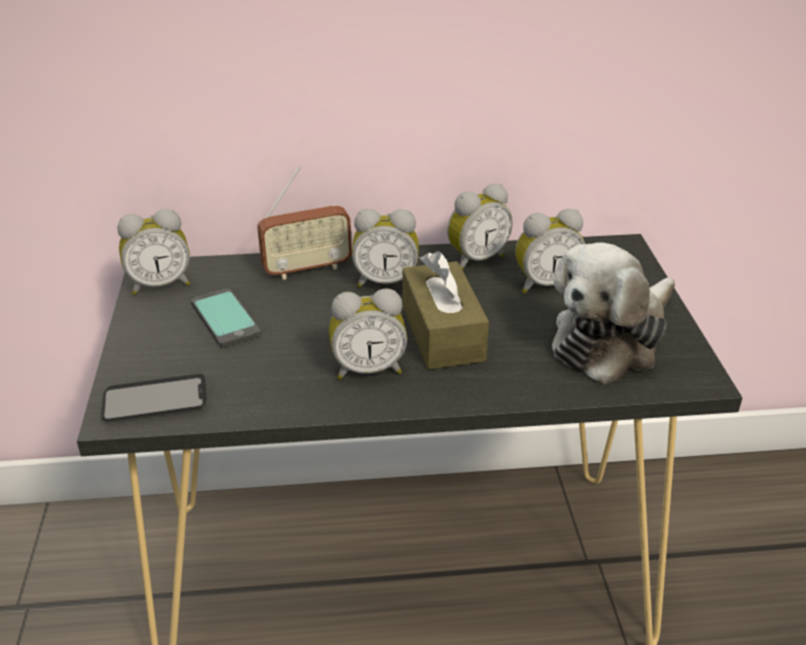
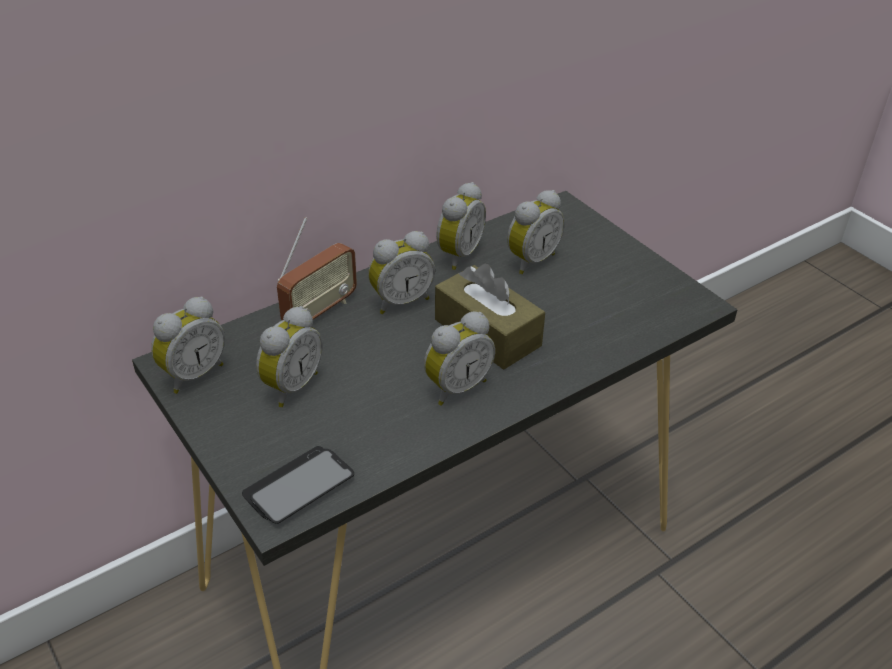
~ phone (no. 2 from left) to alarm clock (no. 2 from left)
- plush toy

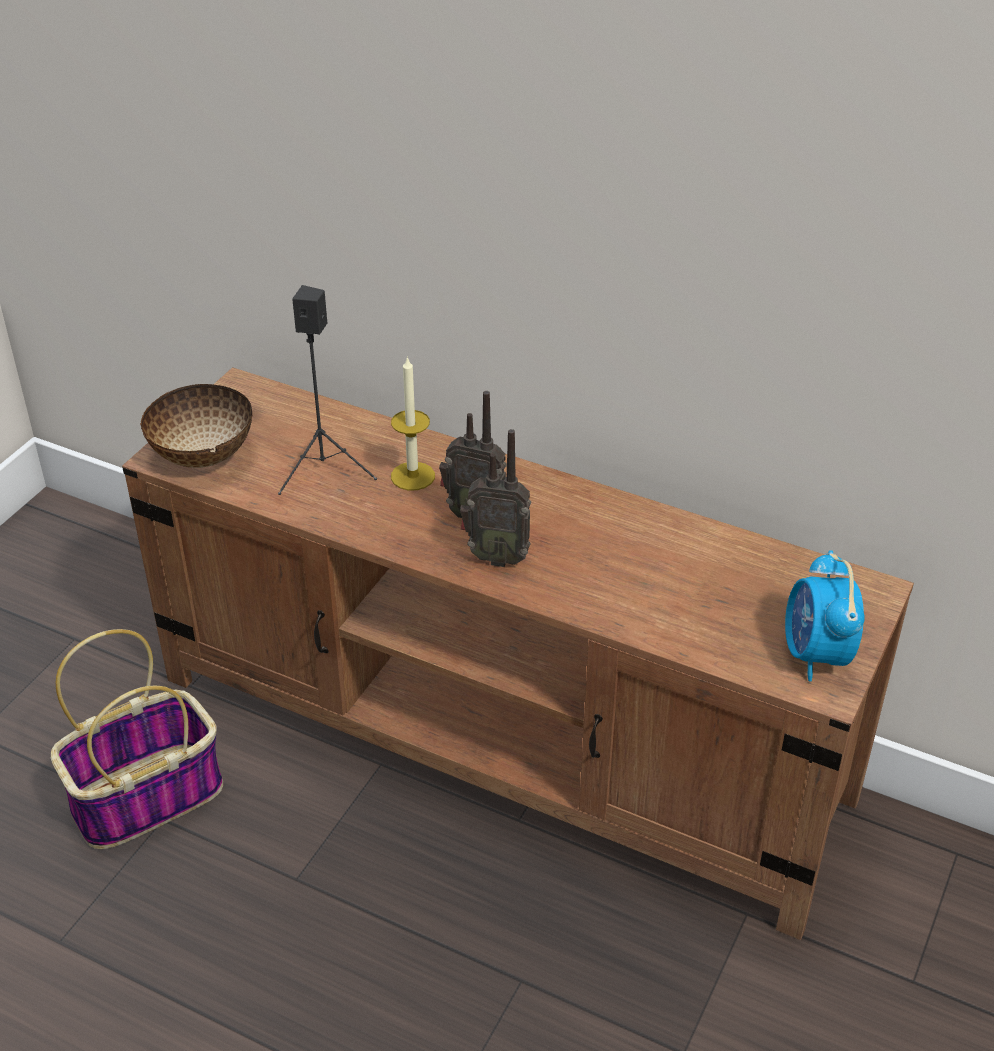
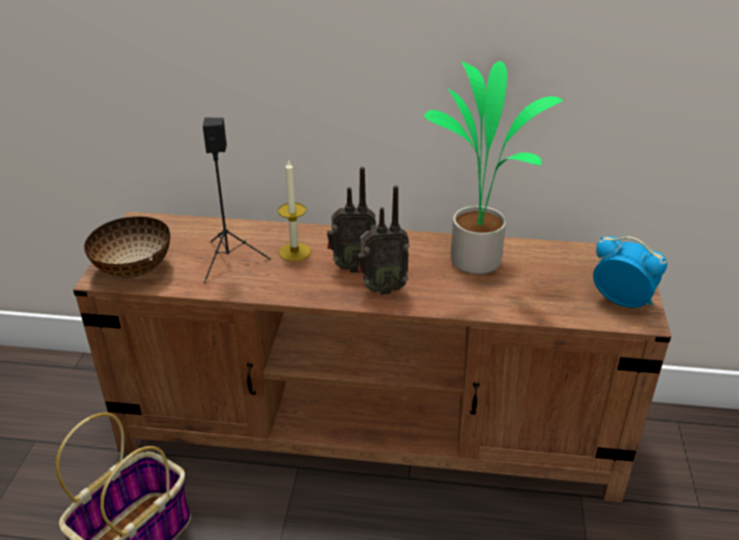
~ alarm clock 150 degrees clockwise
+ potted plant

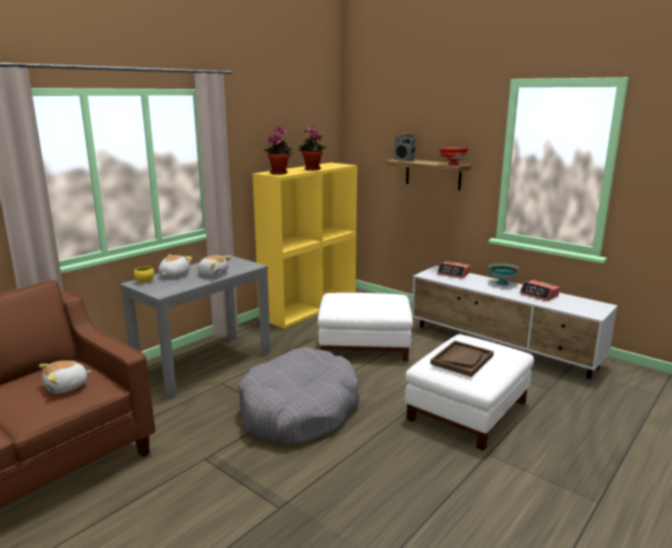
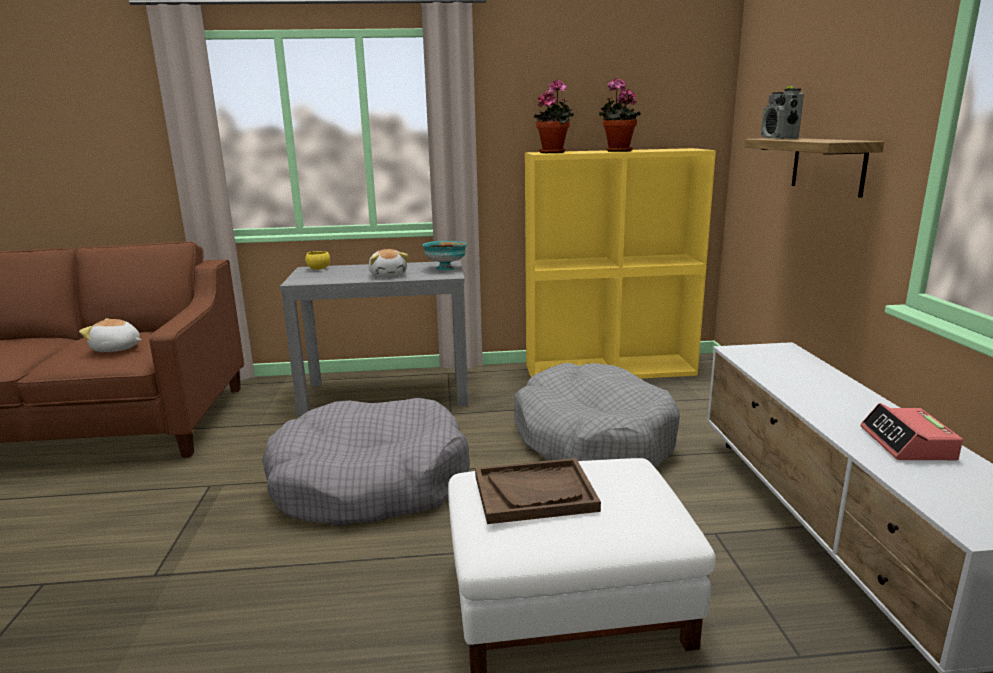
- plush toy (no. 2 from left)
~ ottoman (white) (no. 1 from left) to dog bed (grey) (no. 2 from left)
- alarm clock (no. 1 from left)
- bowl (red)
~ bowl (turquoise)

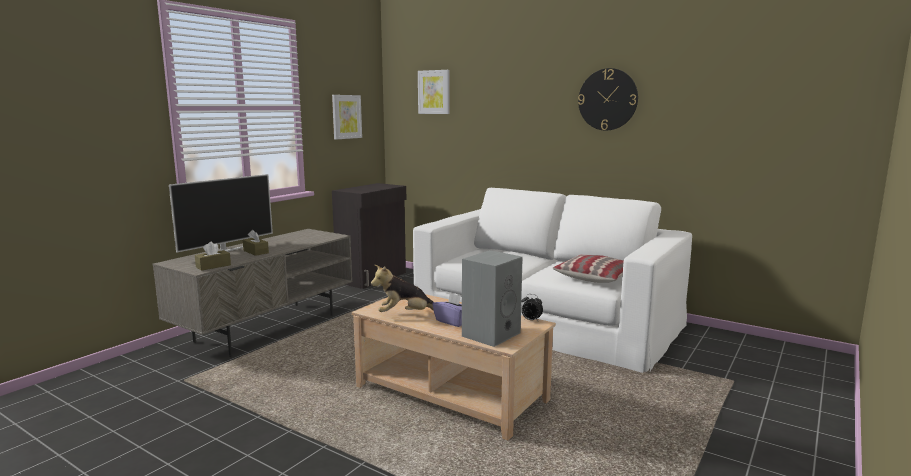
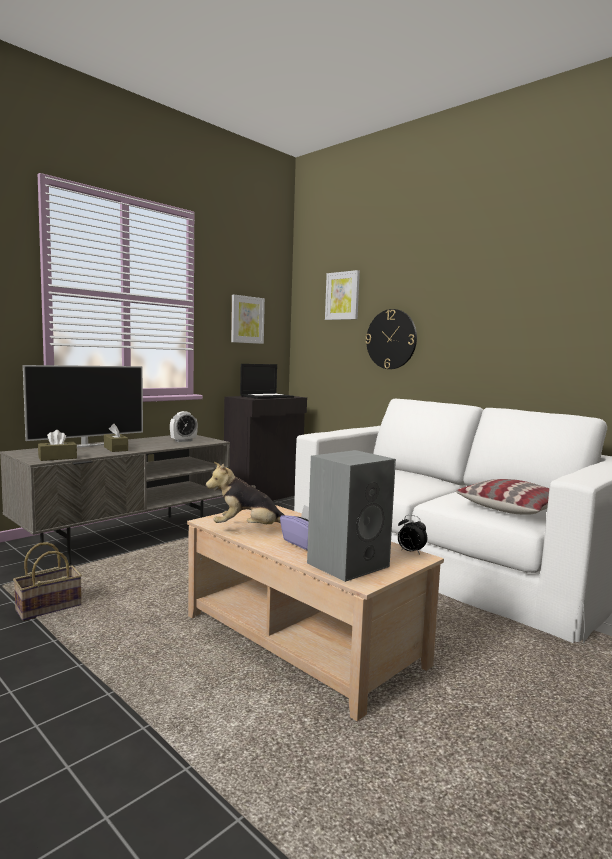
~ wall clock
+ basket
+ alarm clock (no. 1 from left)
+ laptop

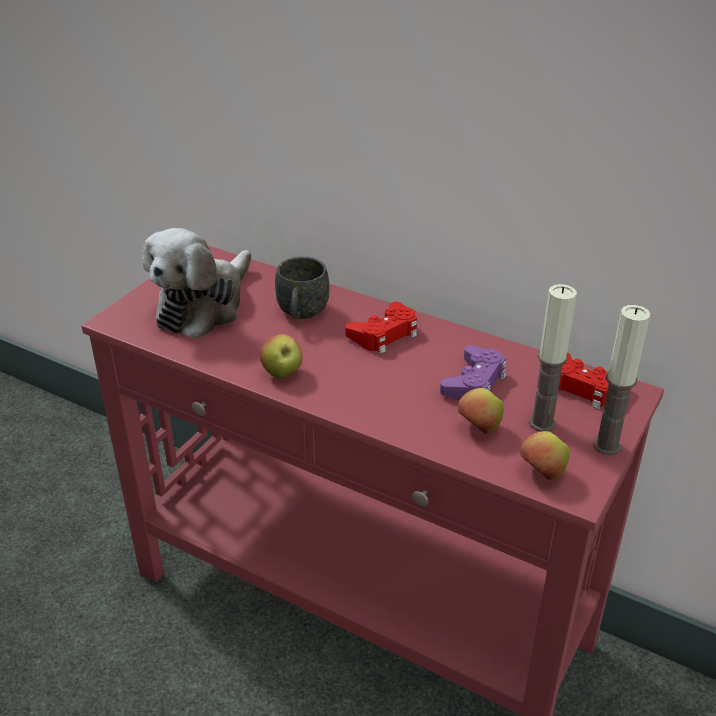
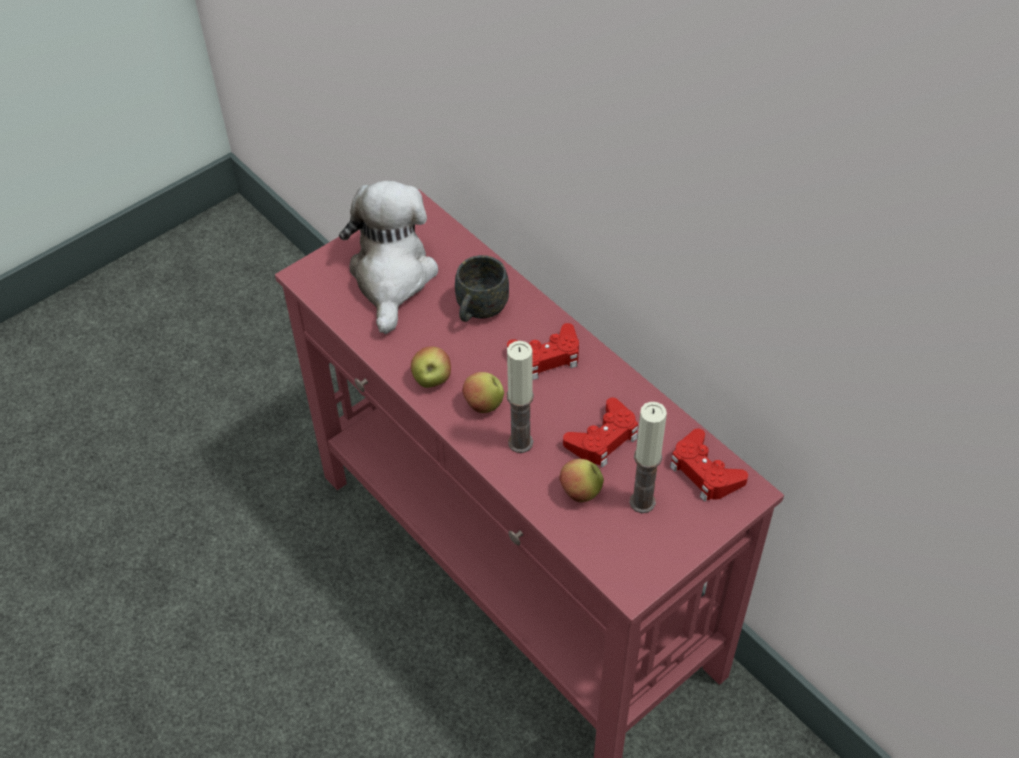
~ plush toy 135 degrees clockwise
~ game controller (purple) to game controller (red) (no. 2 from left)
~ apple (no. 3 from left in the first image) to apple (no. 2 from left)
~ candle (no. 2 from left in the first image) to candle (no. 1 from left)

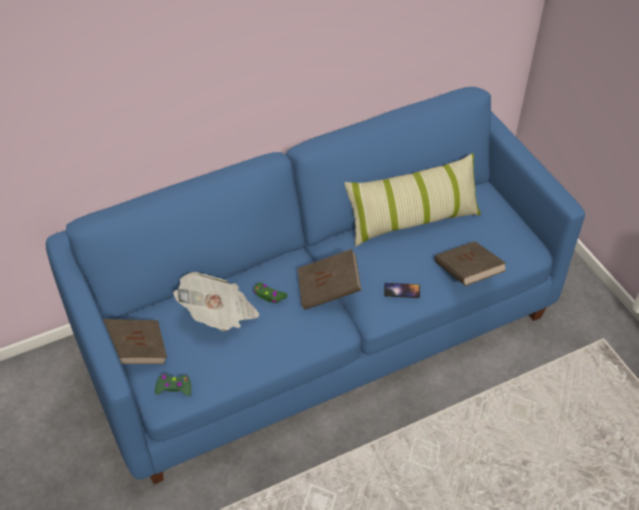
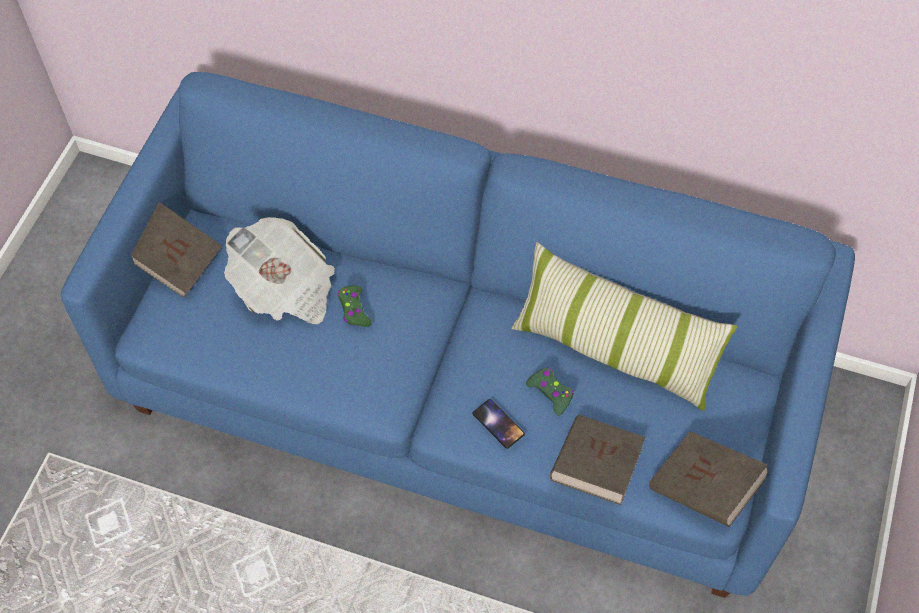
~ game controller (green) (no. 1 from left in the first image) to game controller (green) (no. 2 from left)
~ book (brown) (no. 2 from left in the first image) to book (brown) (no. 3 from left)

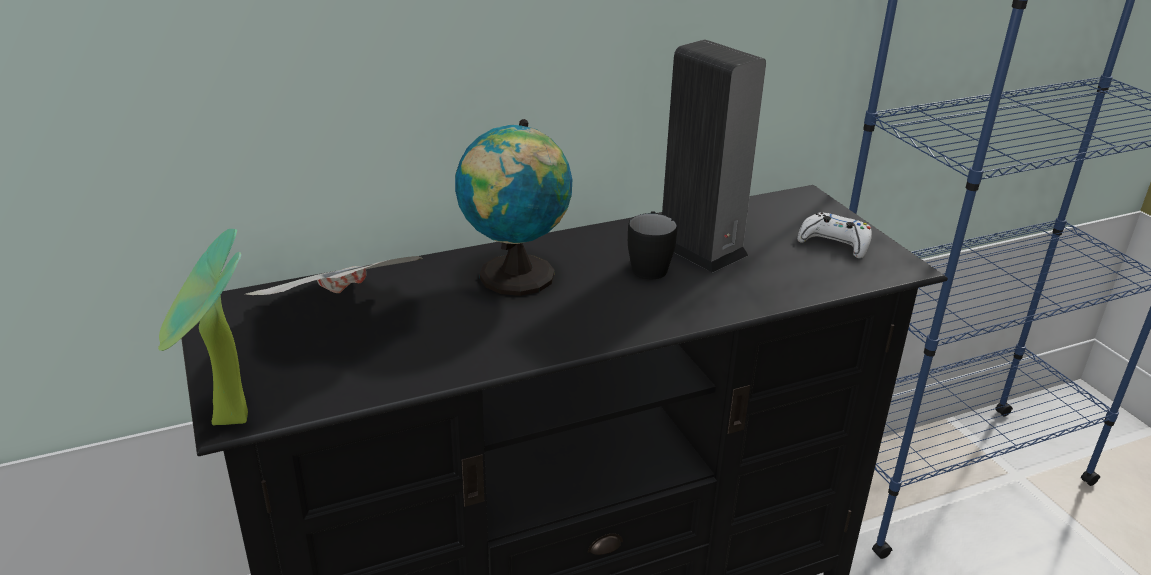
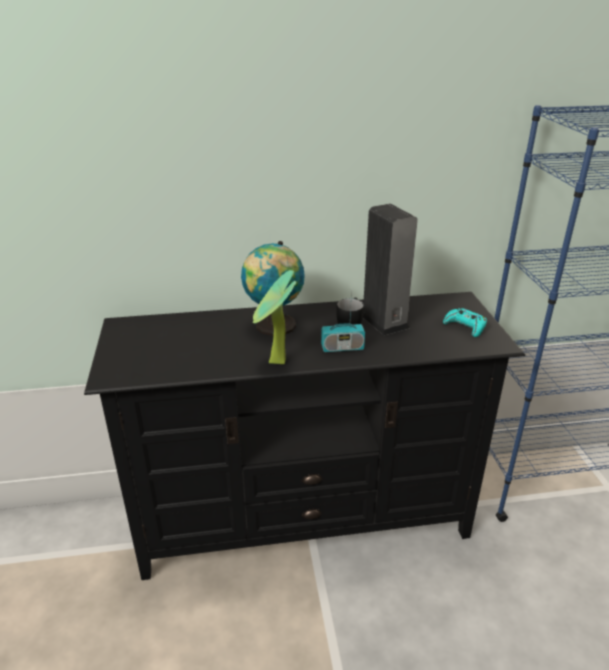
~ potted plant
- newspaper
~ game controller (white) to game controller (turquoise)
+ radio

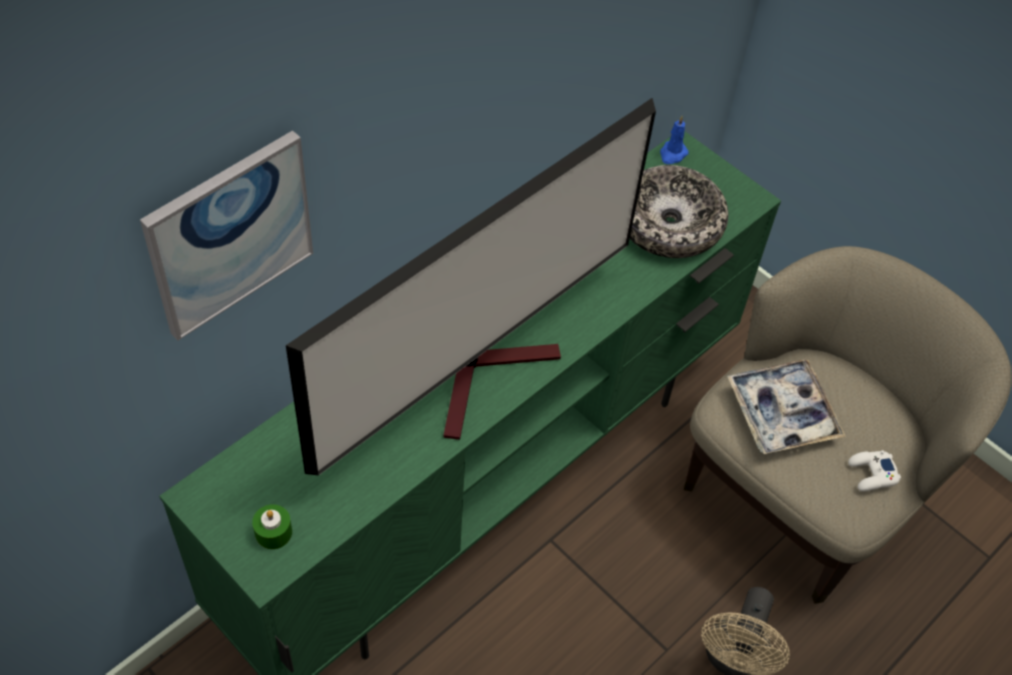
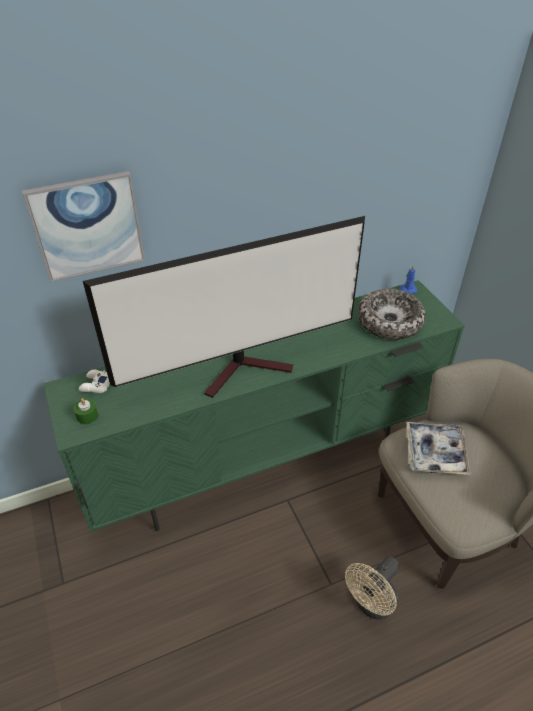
~ game controller (white)

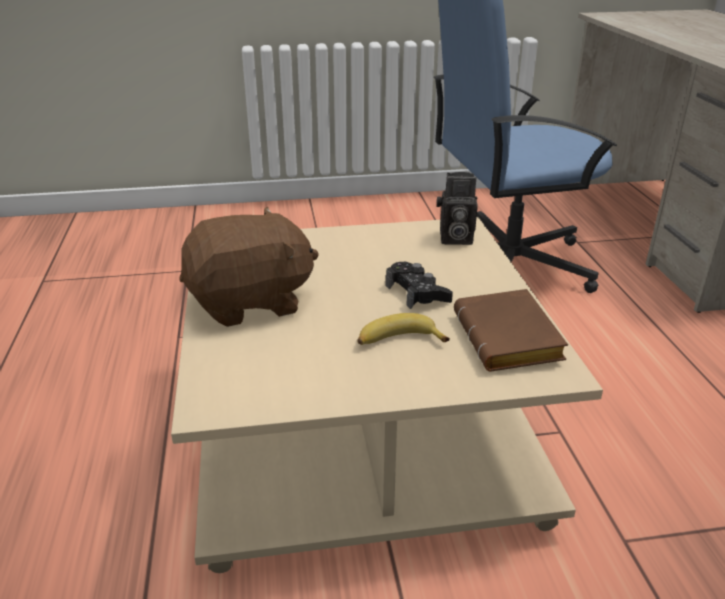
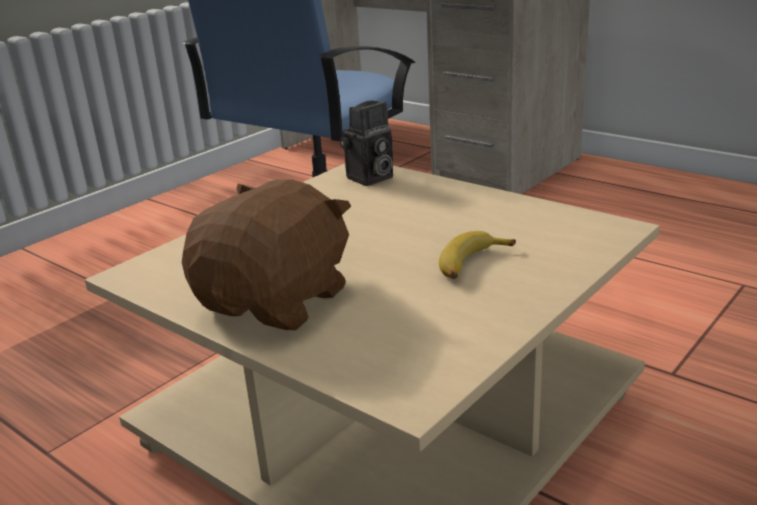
- game controller (black)
- book (brown)

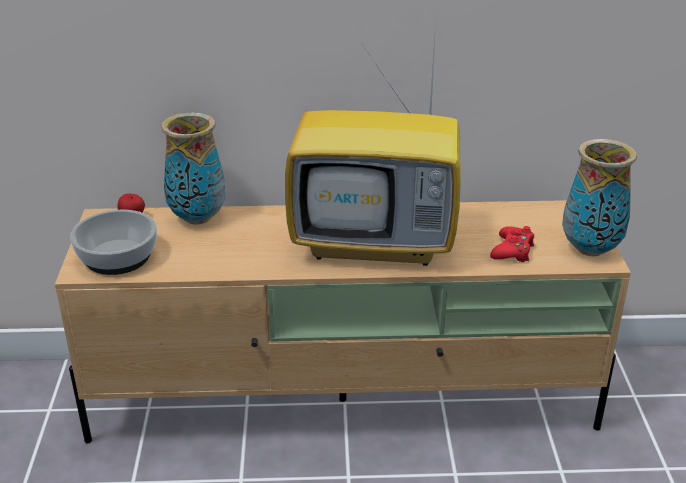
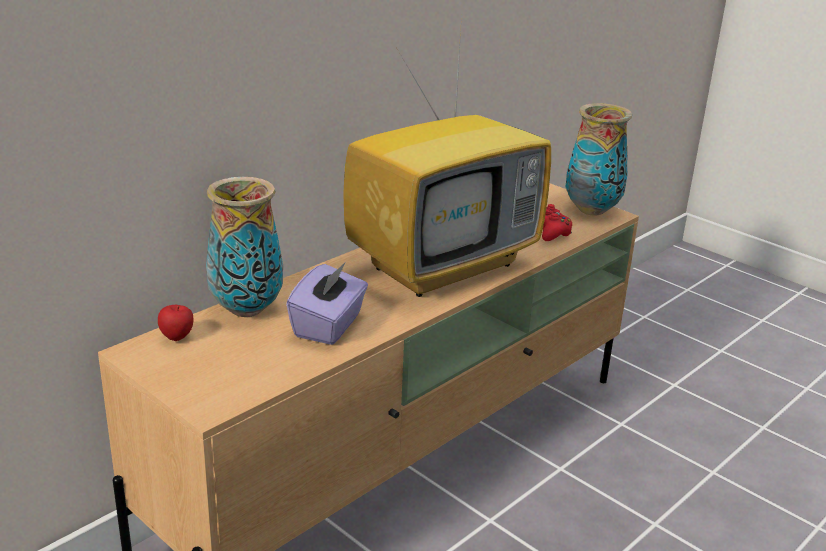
- bowl
+ tissue box (purple)

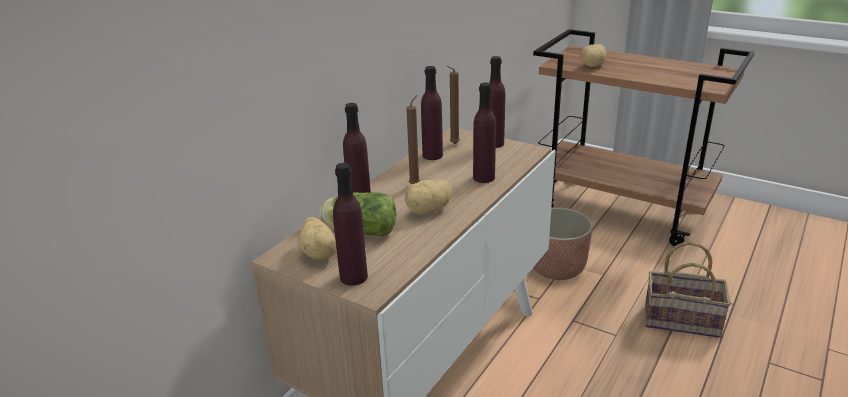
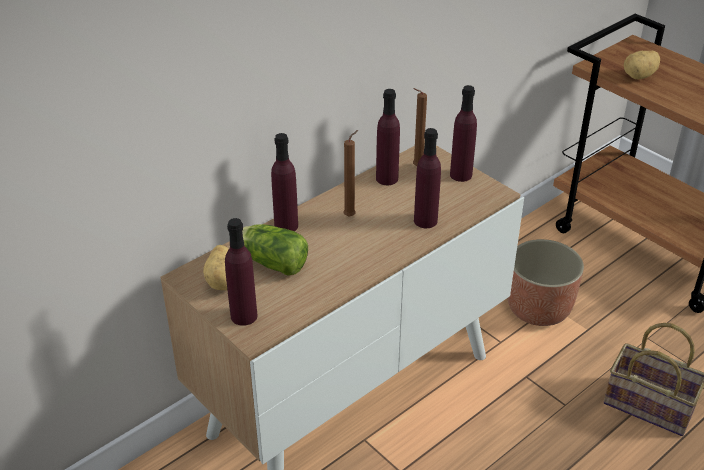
- potato (no. 2 from left)

